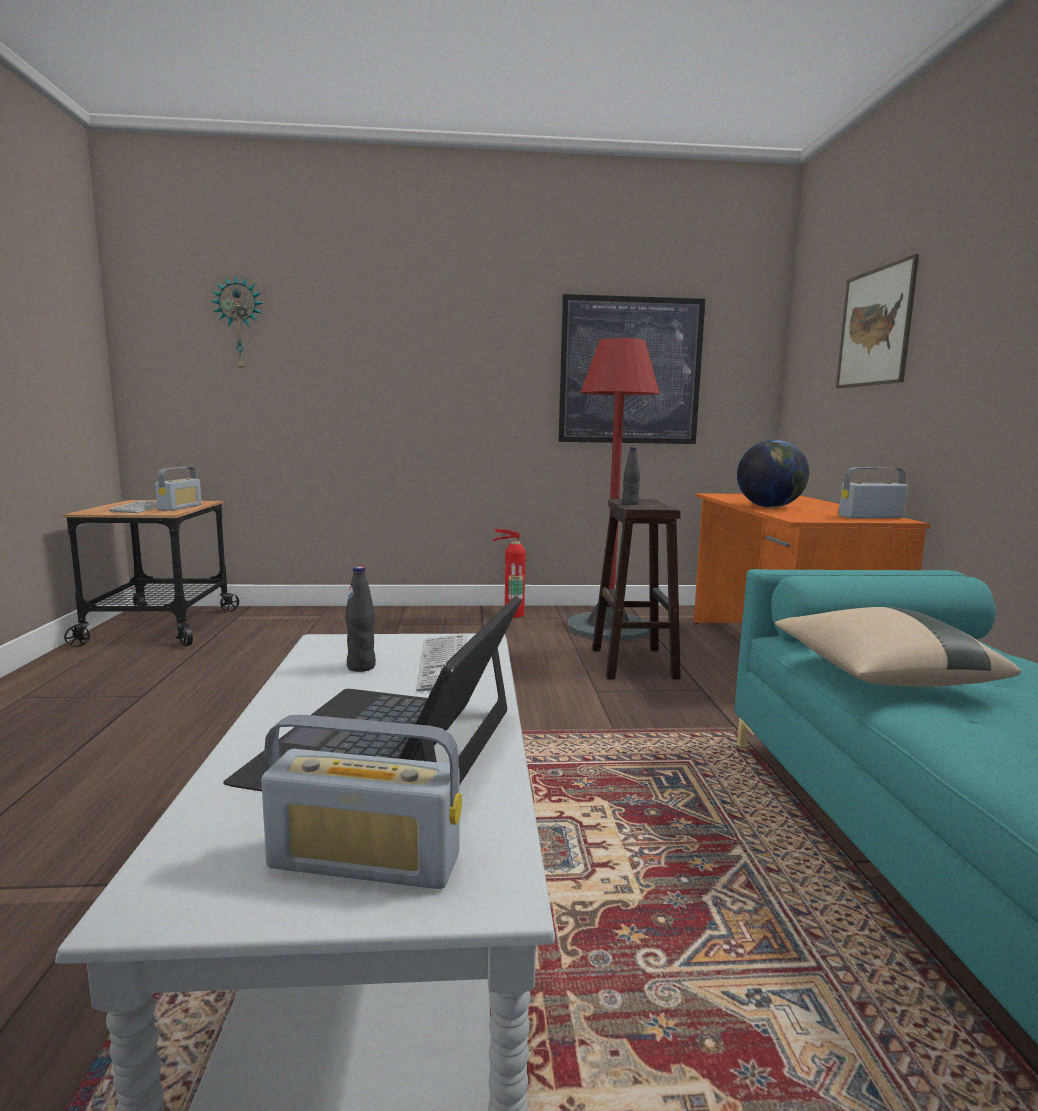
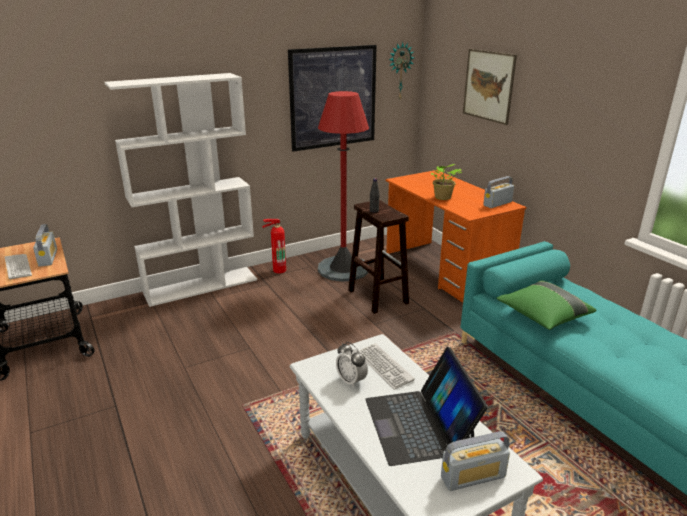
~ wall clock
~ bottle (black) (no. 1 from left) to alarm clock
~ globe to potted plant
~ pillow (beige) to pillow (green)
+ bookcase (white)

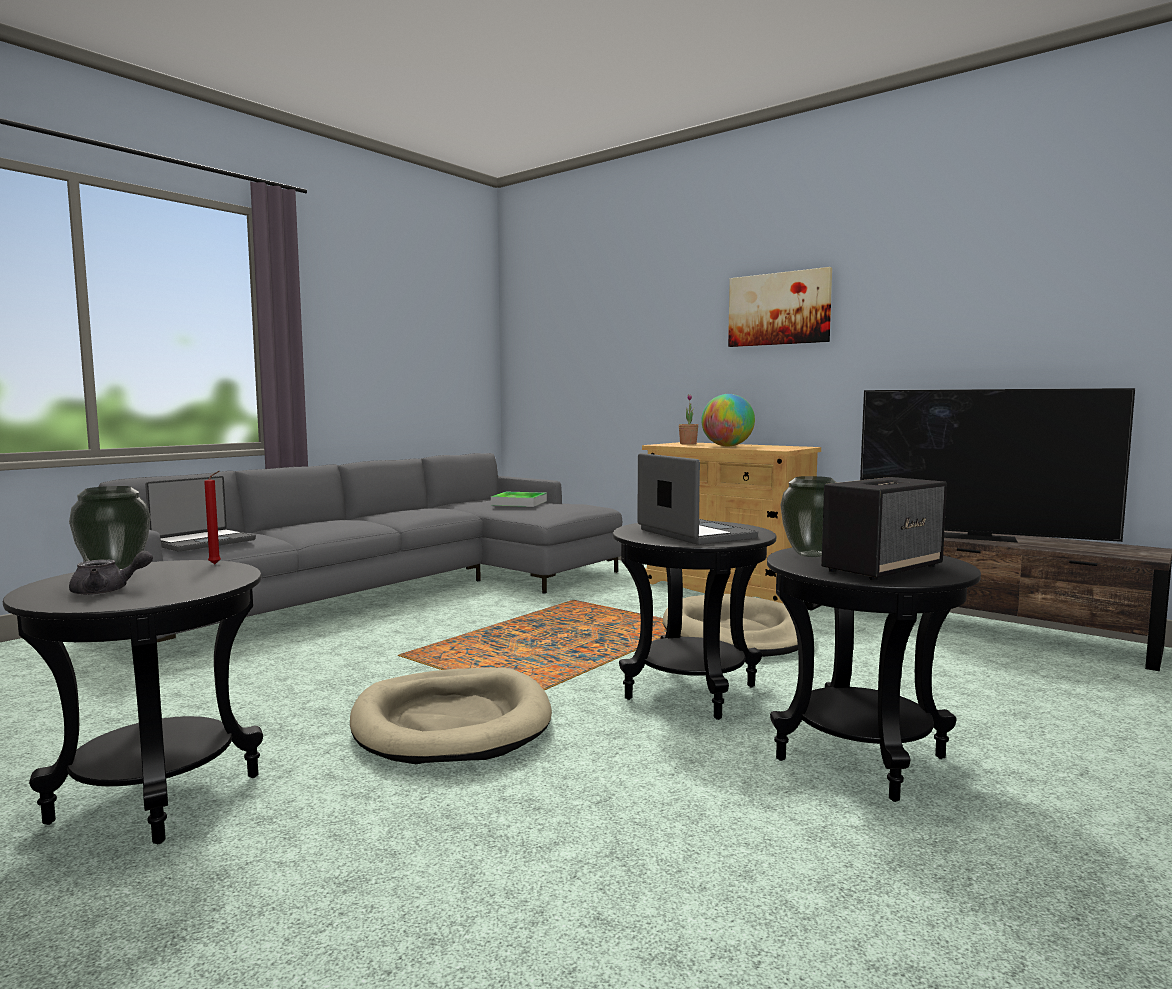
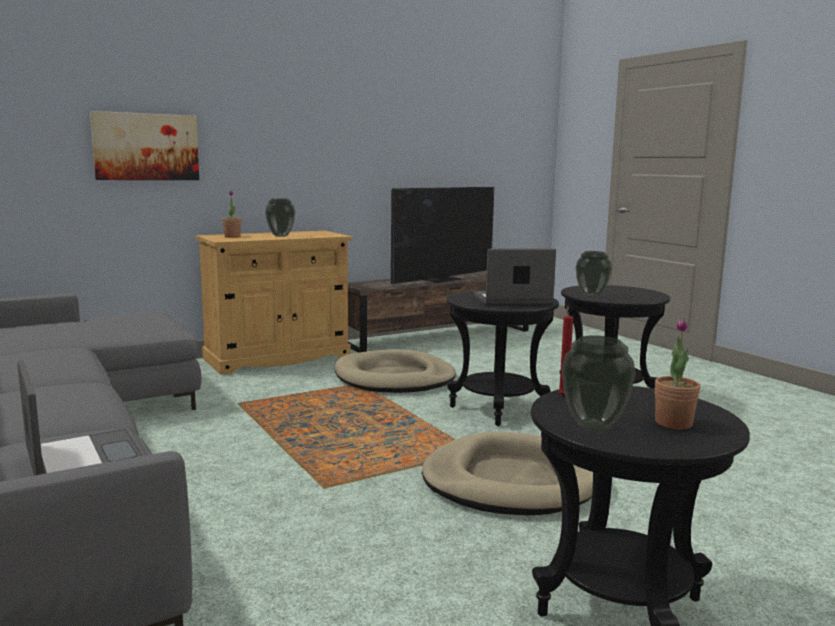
~ teapot (grey) to potted plant (no. 2 from left)
- tray
~ globe to vase (no. 1 from left)
~ picture
- speaker

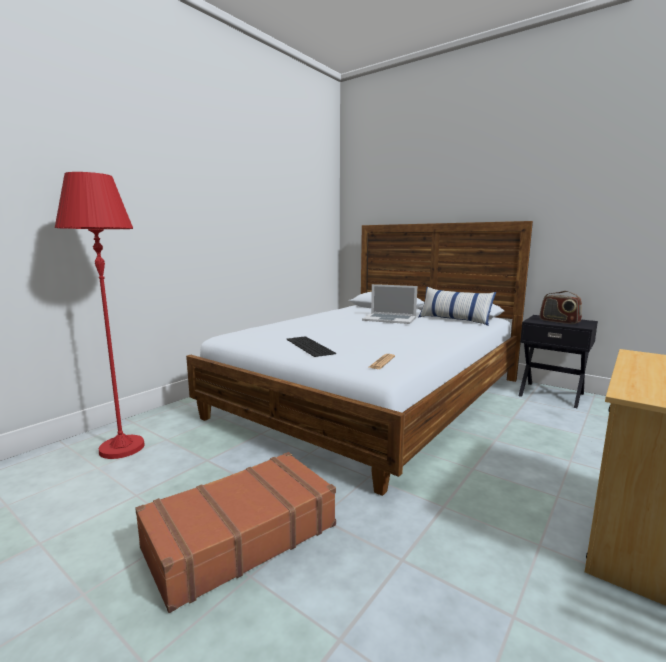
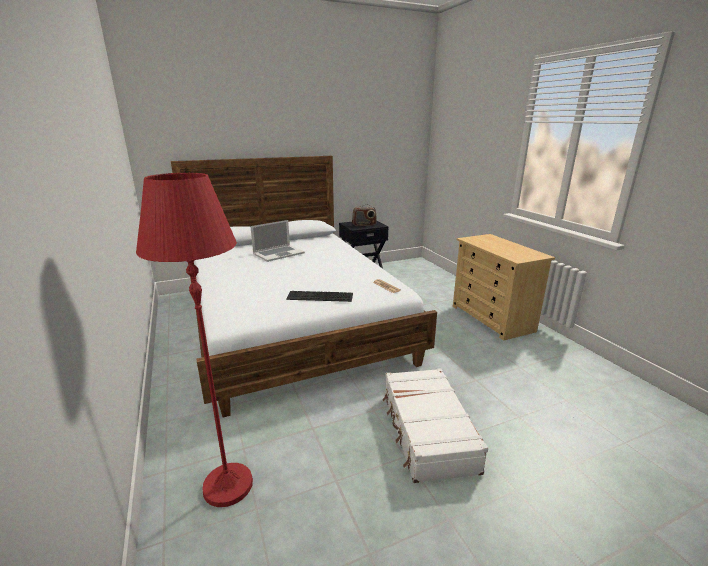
~ suitcase (brown) to suitcase (white)
- pillow

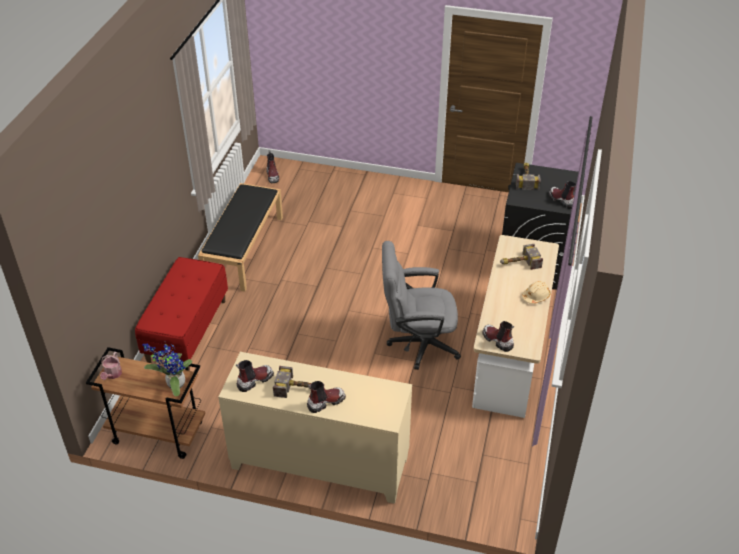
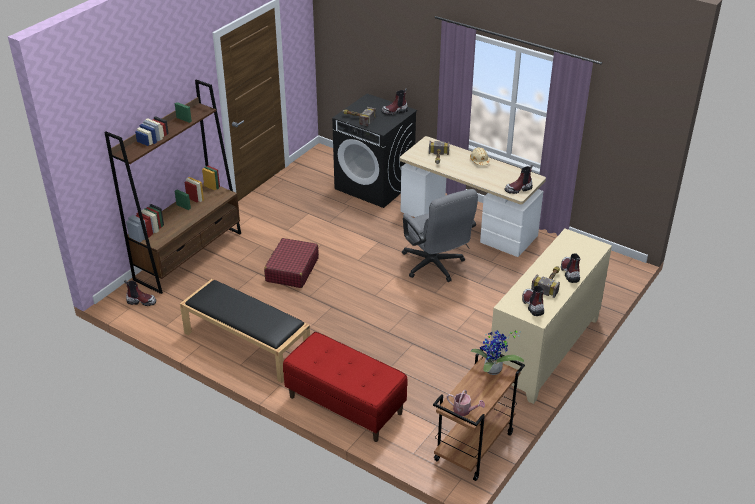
~ office chair (grey) 45 degrees counterclockwise
+ bookcase (brown)
+ suitcase (red)

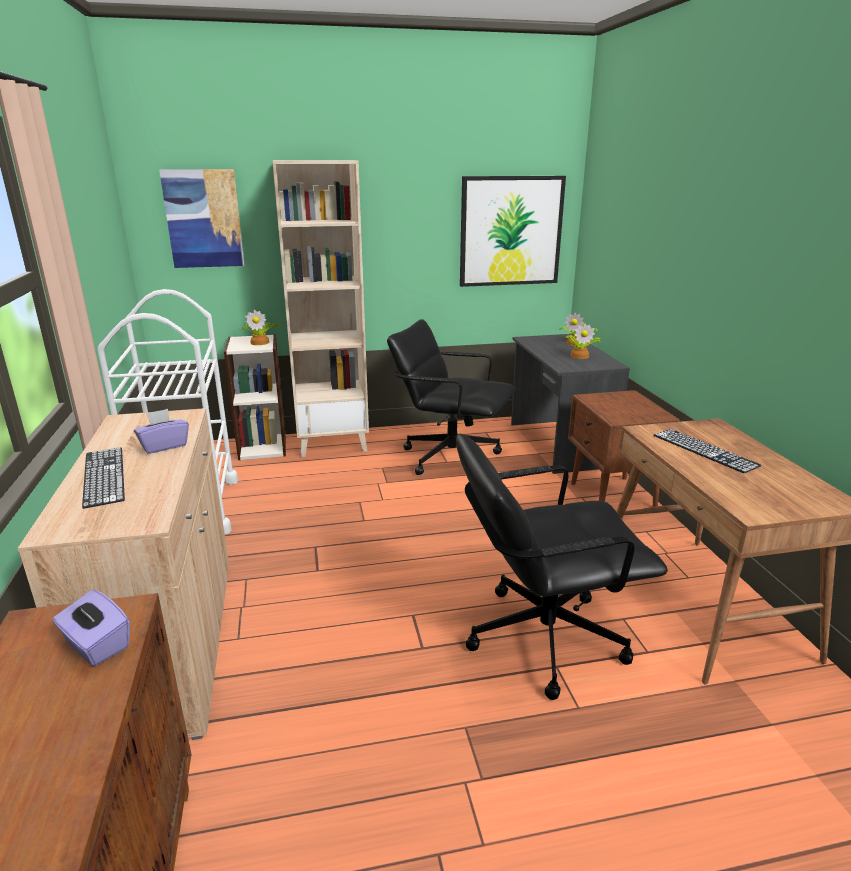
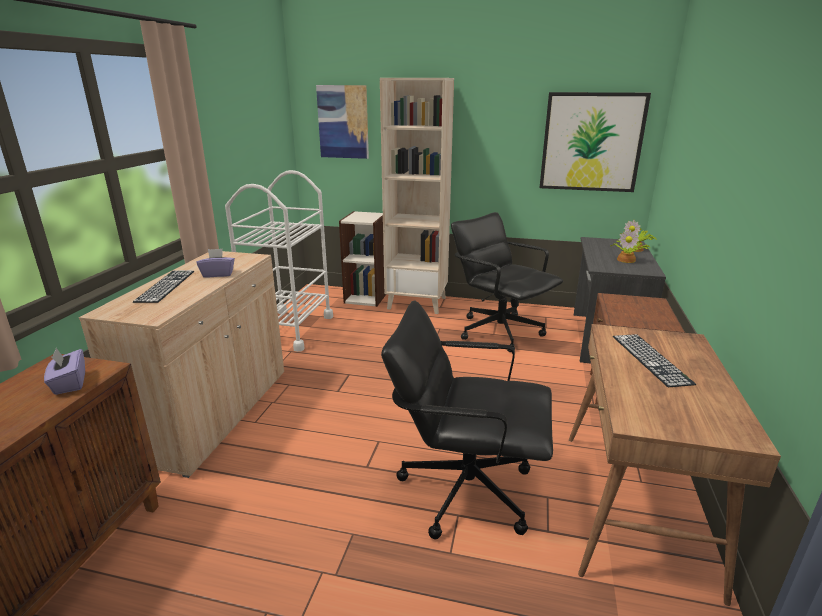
- potted plant (no. 1 from left)

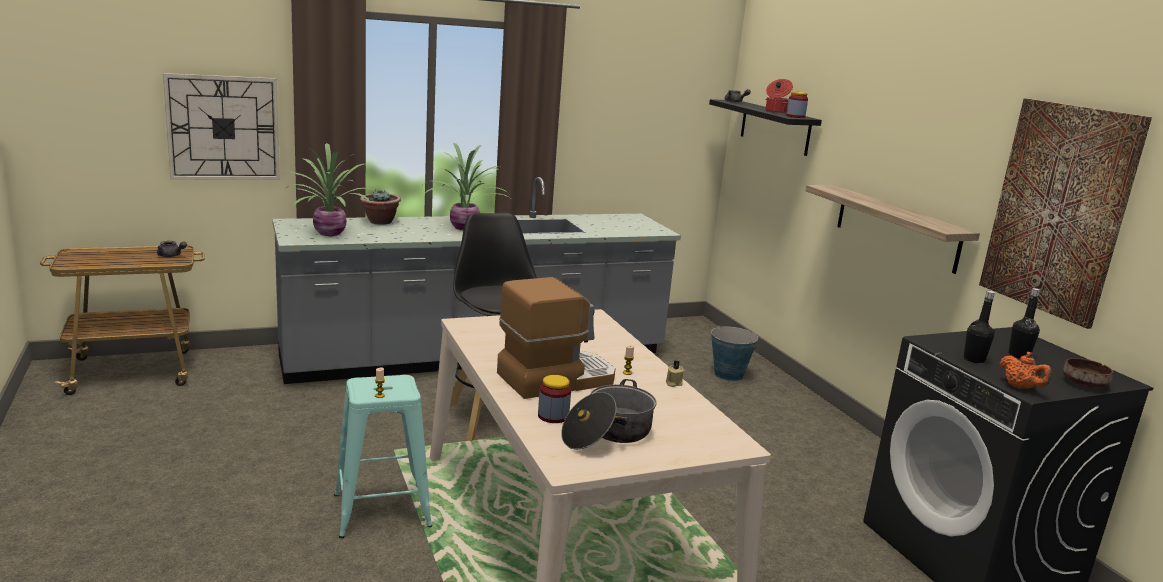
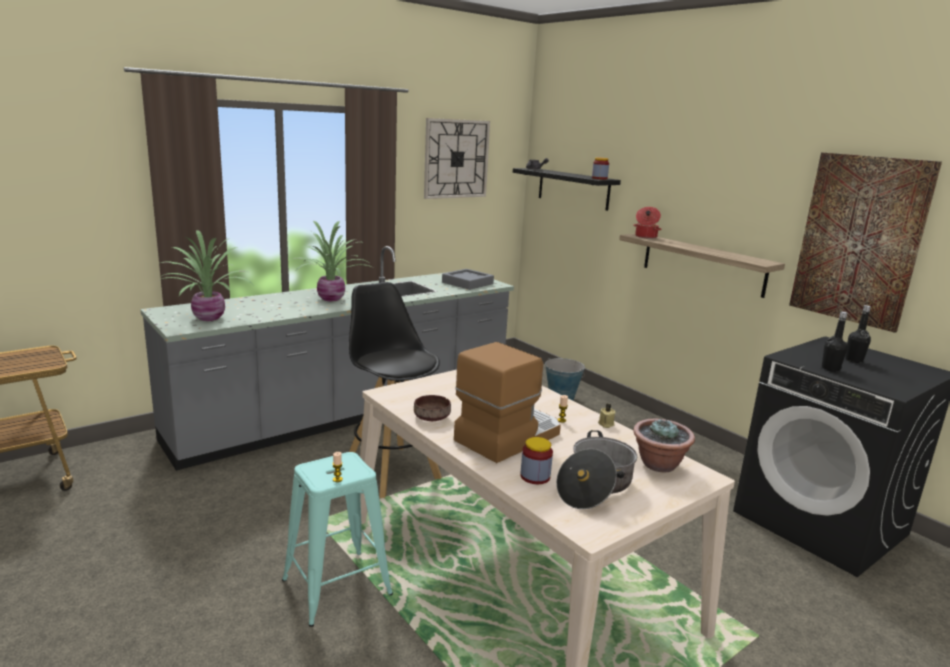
- teapot (grey) (no. 1 from left)
~ wall clock
~ potted plant (no. 2 from left in the first image) to potted plant (no. 3 from left)
~ cooking pot (no. 2 from left)
- teapot (orange)
~ bowl (brown)
+ tray (grey)

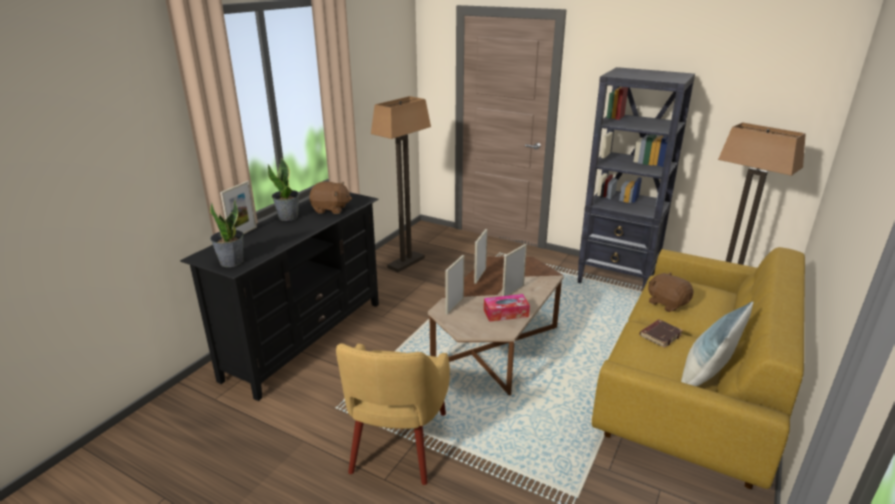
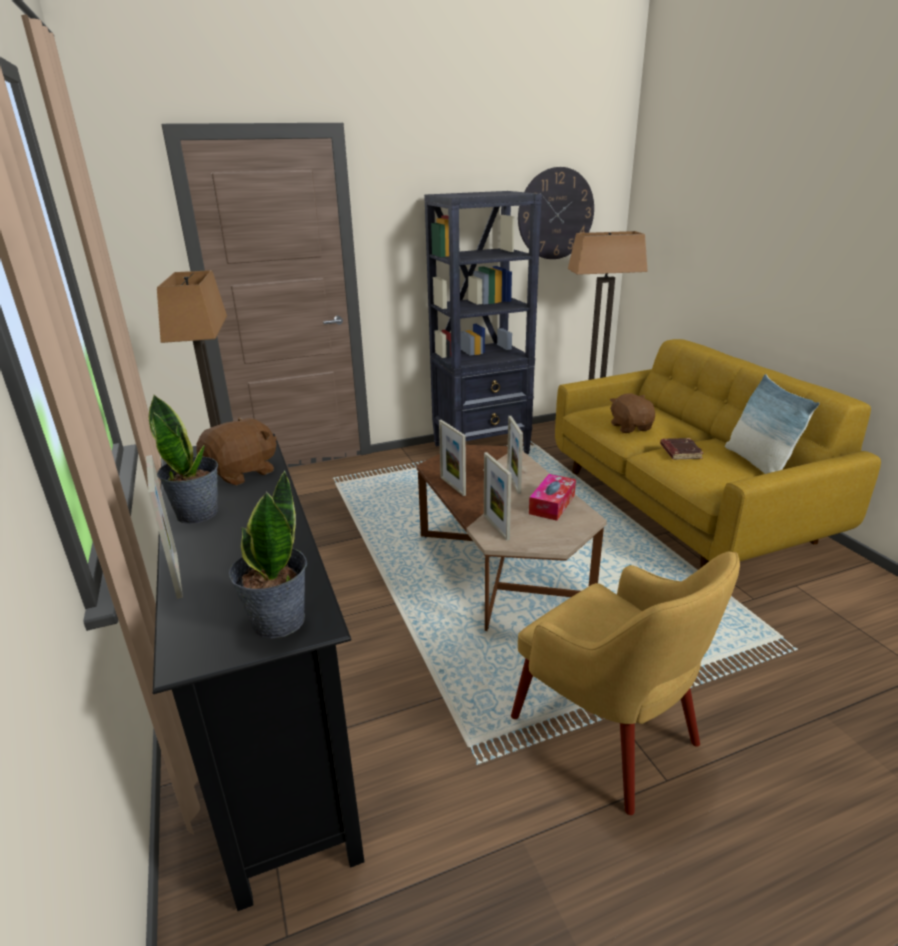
~ plush toy (brown) (no. 2 from left) 75 degrees clockwise
+ wall clock

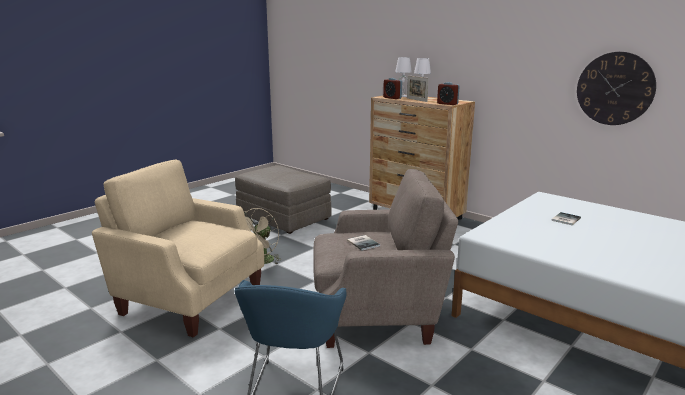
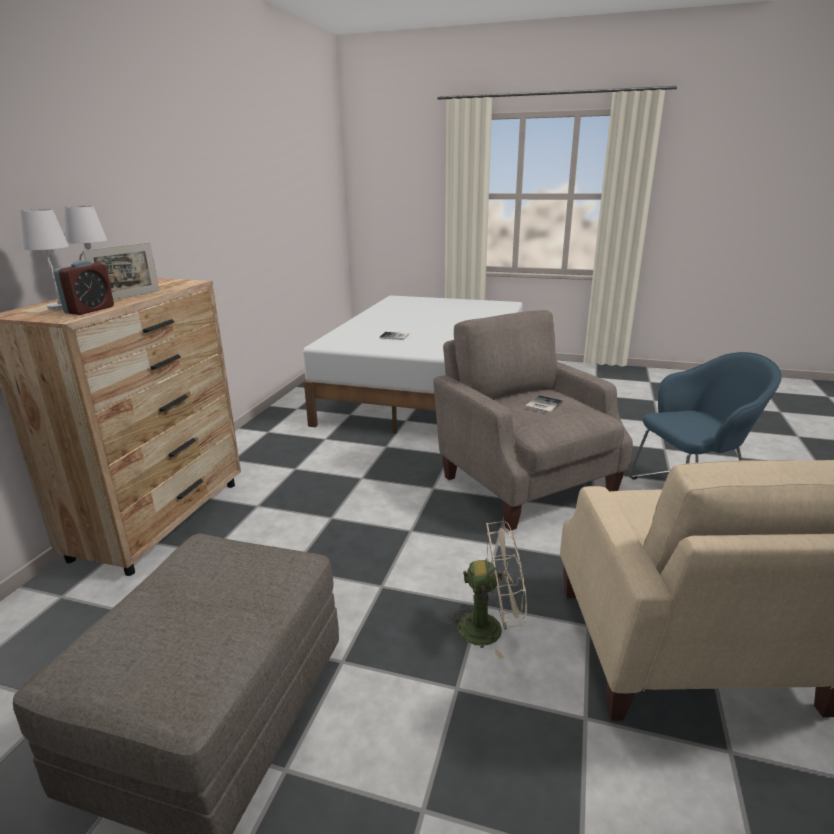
- alarm clock (no. 2 from left)
- wall clock

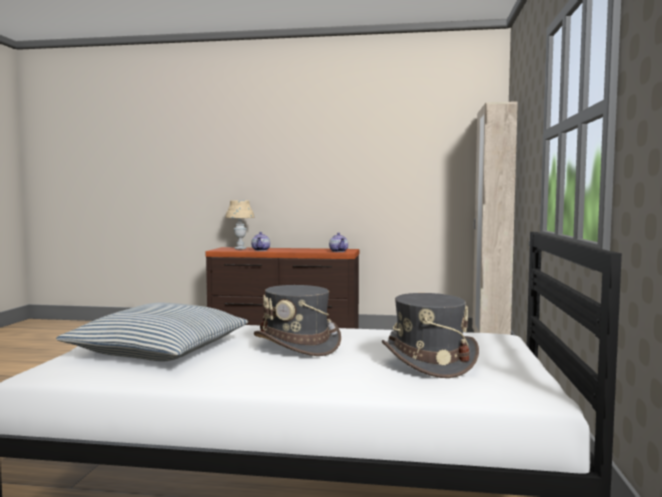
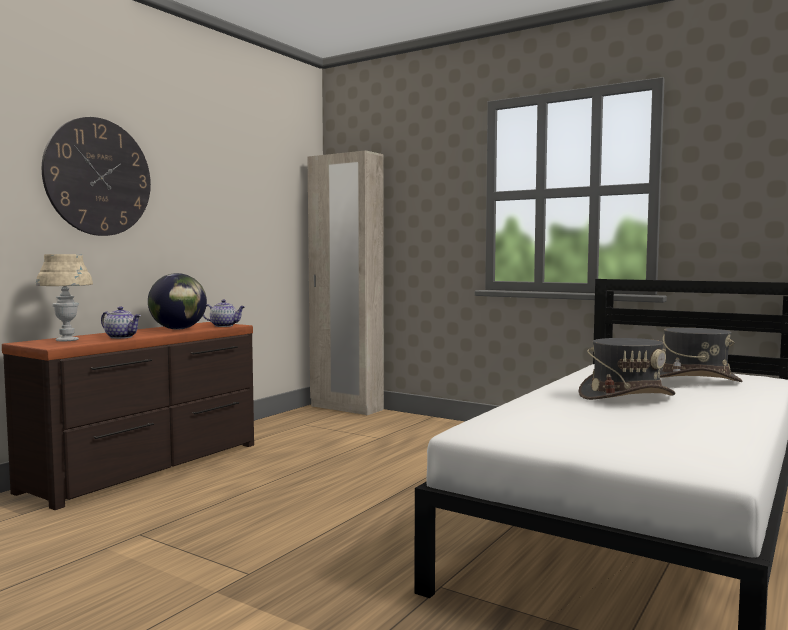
- pillow
+ wall clock
+ globe

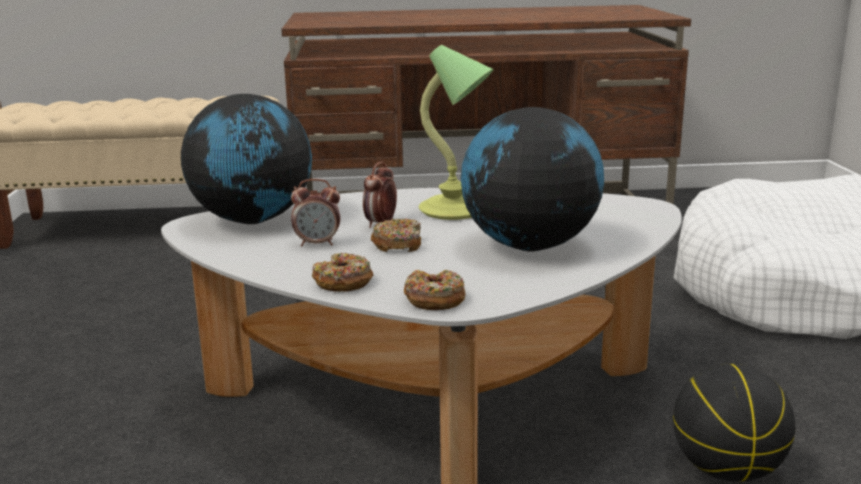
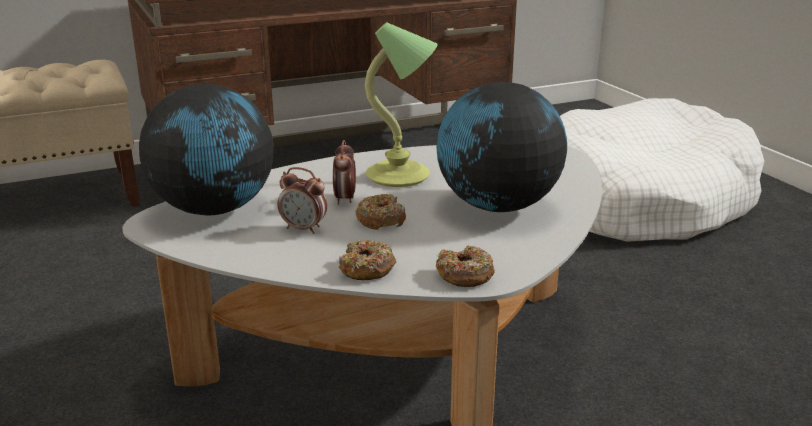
~ alarm clock (no. 1 from left) 45 degrees clockwise
- basketball

